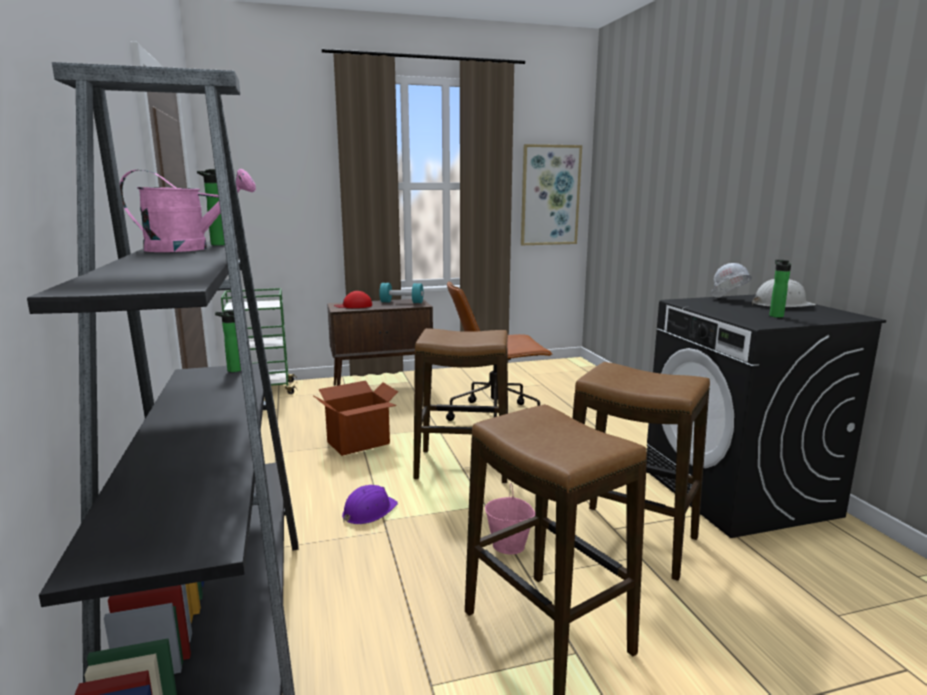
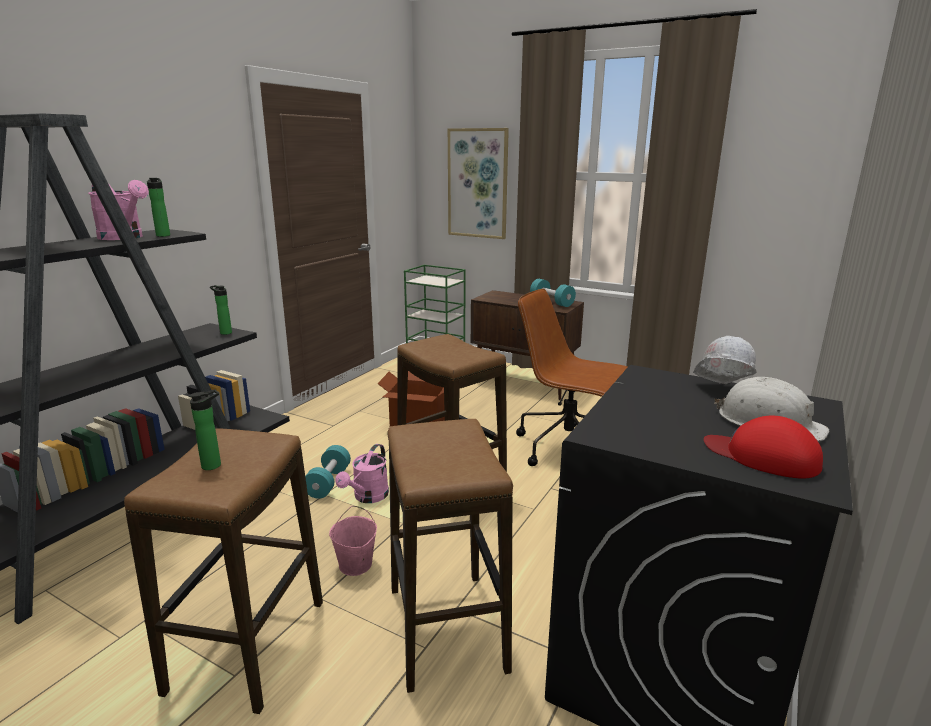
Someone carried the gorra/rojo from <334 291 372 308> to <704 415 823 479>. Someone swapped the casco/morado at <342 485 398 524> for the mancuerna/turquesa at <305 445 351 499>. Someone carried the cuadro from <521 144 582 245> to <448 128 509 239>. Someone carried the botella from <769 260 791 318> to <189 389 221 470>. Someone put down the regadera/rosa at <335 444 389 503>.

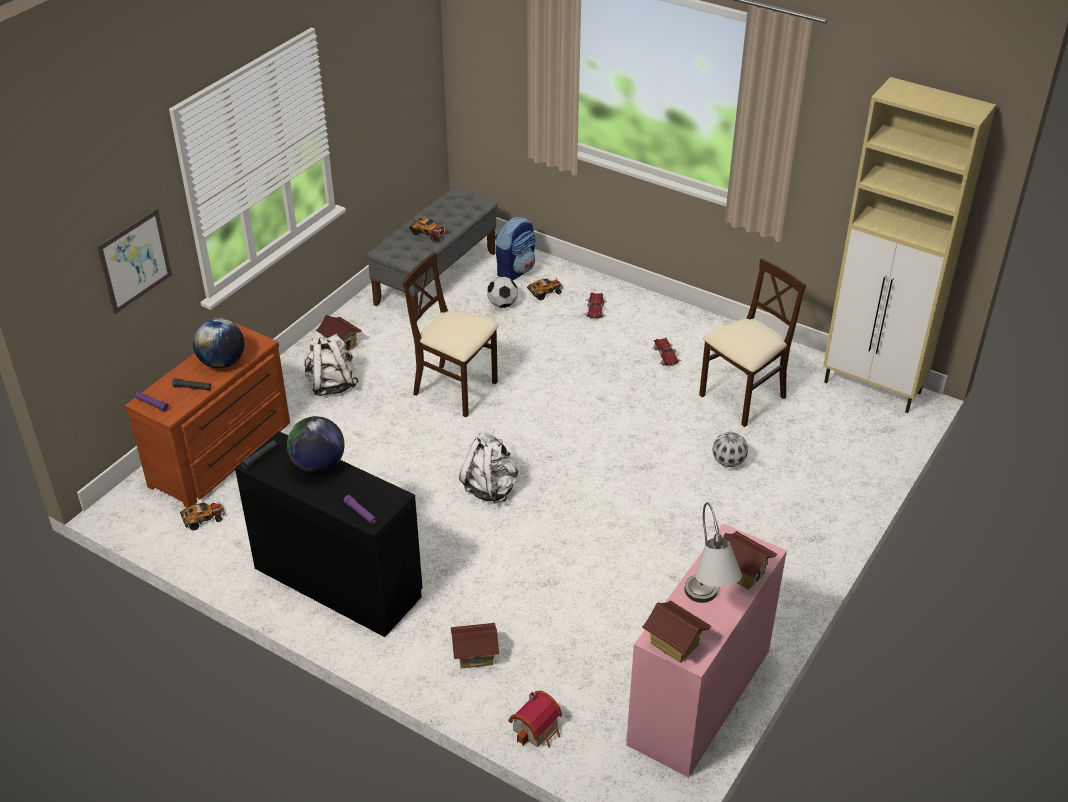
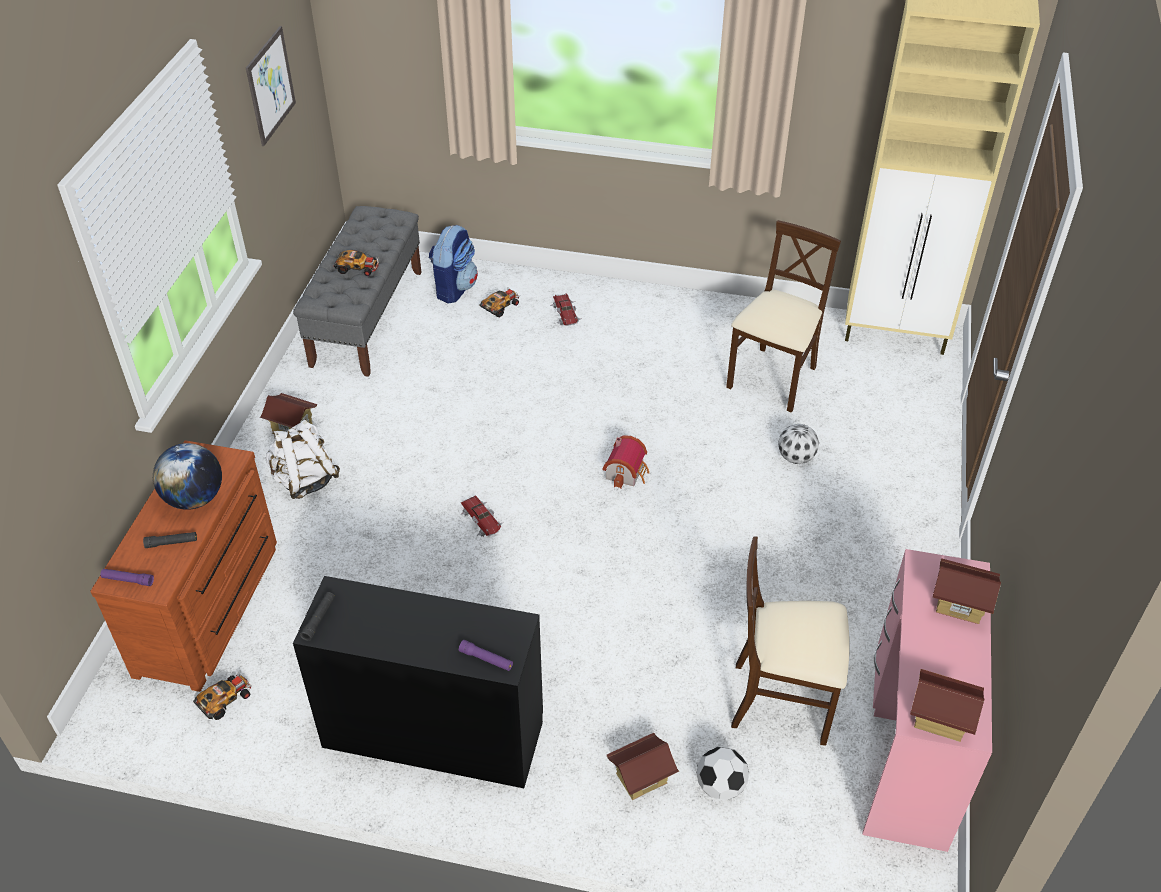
Someone carried the cuadro from <96 208 172 314> to <246 26 296 146>. Someone took away the globo terráqueo at <287 416 345 473>. Someone carried the silla/beis from <402 252 499 417> to <731 536 850 746>. Someone took away the mochila/blanco at <459 432 518 504>. Someone carried the balón de fútbol from <487 277 518 308> to <696 747 749 800>. Someone carried the casita from <508 691 562 748> to <602 435 649 489>. Someone carried the coche de juguete from <652 338 681 366> to <460 495 504 537>. Someone took away the lámpara de mesa/gris at <685 502 742 603>.

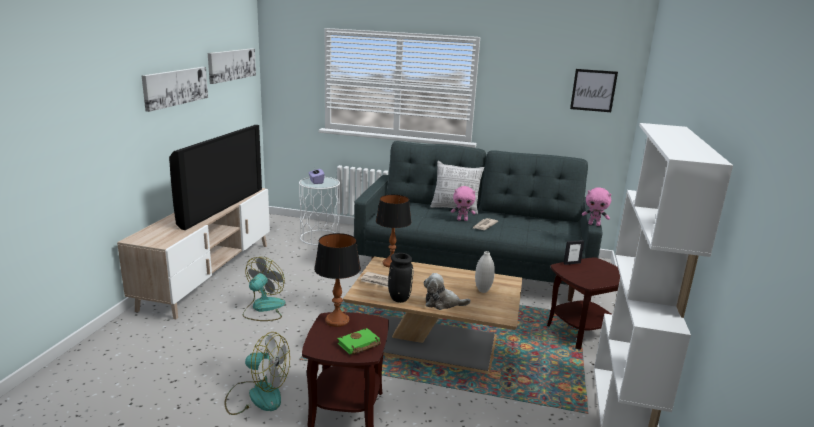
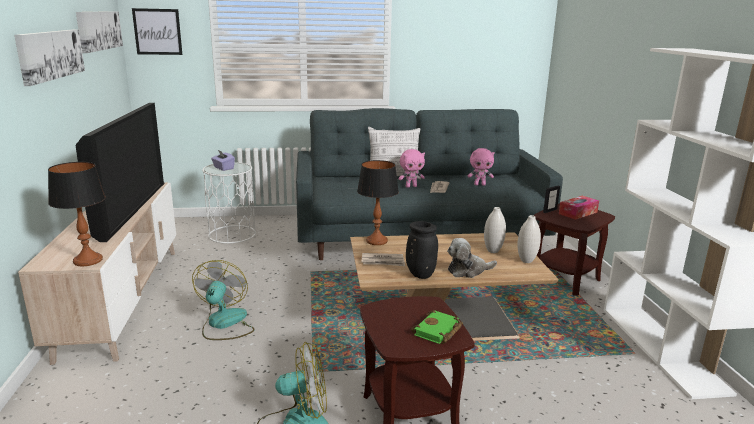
Someone carried the lámpara de mesa from <314 233 361 327> to <48 162 106 266>. Someone carried the cuadro from <570 69 618 112> to <132 8 182 55>. Someone carried the peluche/rosa from <582 187 611 226> to <467 148 495 186>. Someone put down the florero/blanco at <517 215 541 263>. Someone put down the caja de pañuelos at <559 196 599 220>.

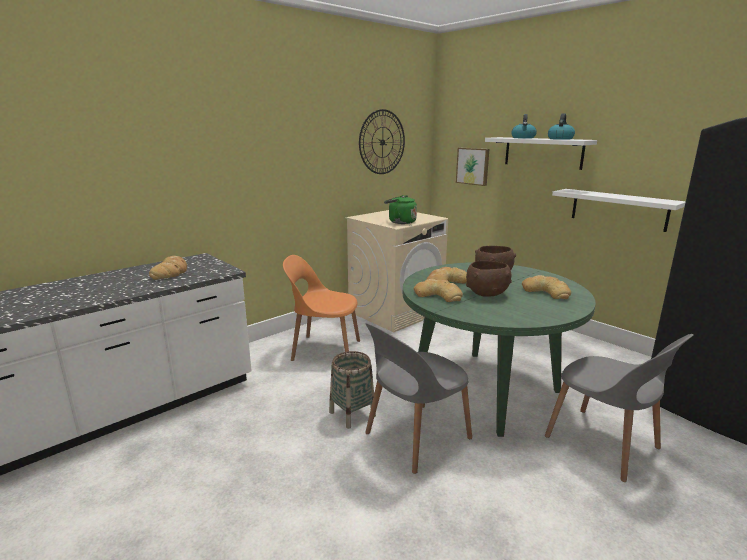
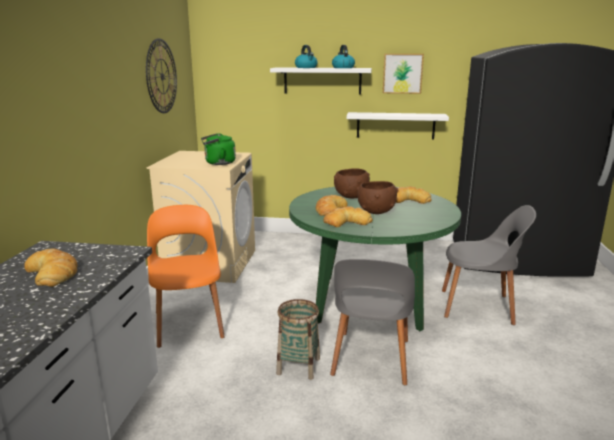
Someone rotated the silla/naranja at <283 255 360 361> by 105 degrees clockwise. Someone carried the cuadro from <456 148 489 186> to <383 54 424 94>.

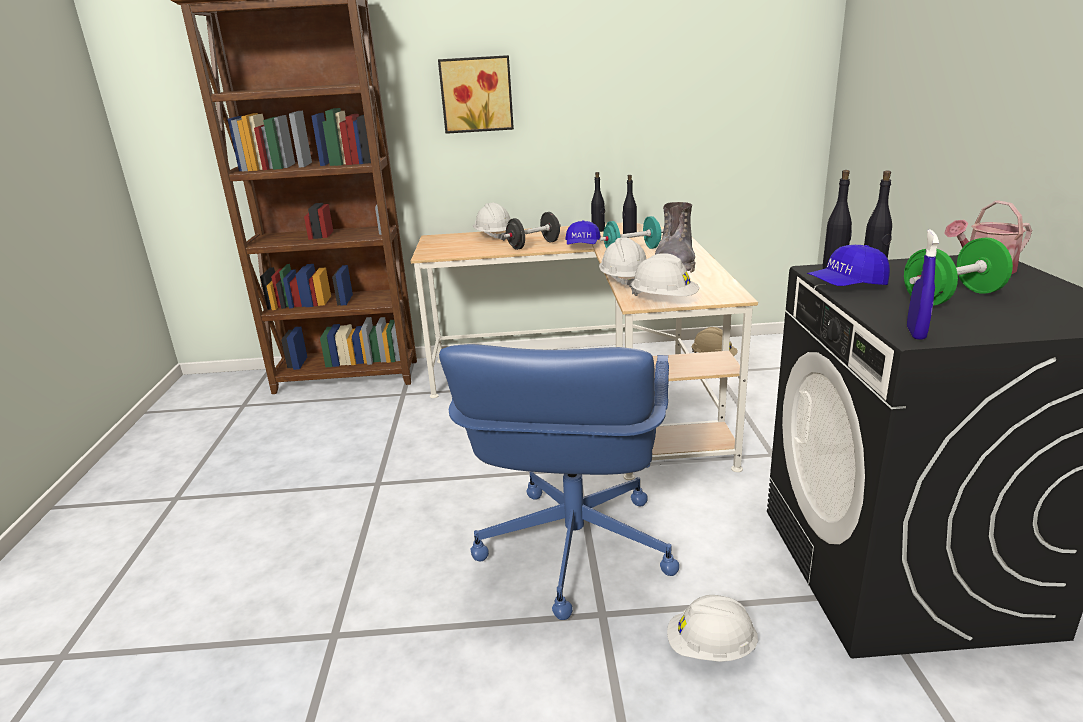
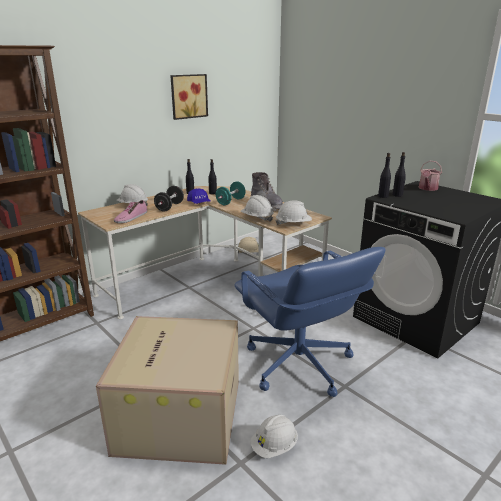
Someone carried the cuadro from <438 55 514 134> to <170 74 208 120>. Someone carried the casco/blanco from <667 595 758 662> to <250 415 298 458>. Someone took away the gorra/azul at <807 245 890 286>. Someone took away the mancuerna/verde at <904 237 1013 306>. Someone took away the pulverizador/azul at <907 230 939 340>. Someone put down the caja de cartón at <96 316 239 465>. Someone put down the zapato at <114 200 147 223>.

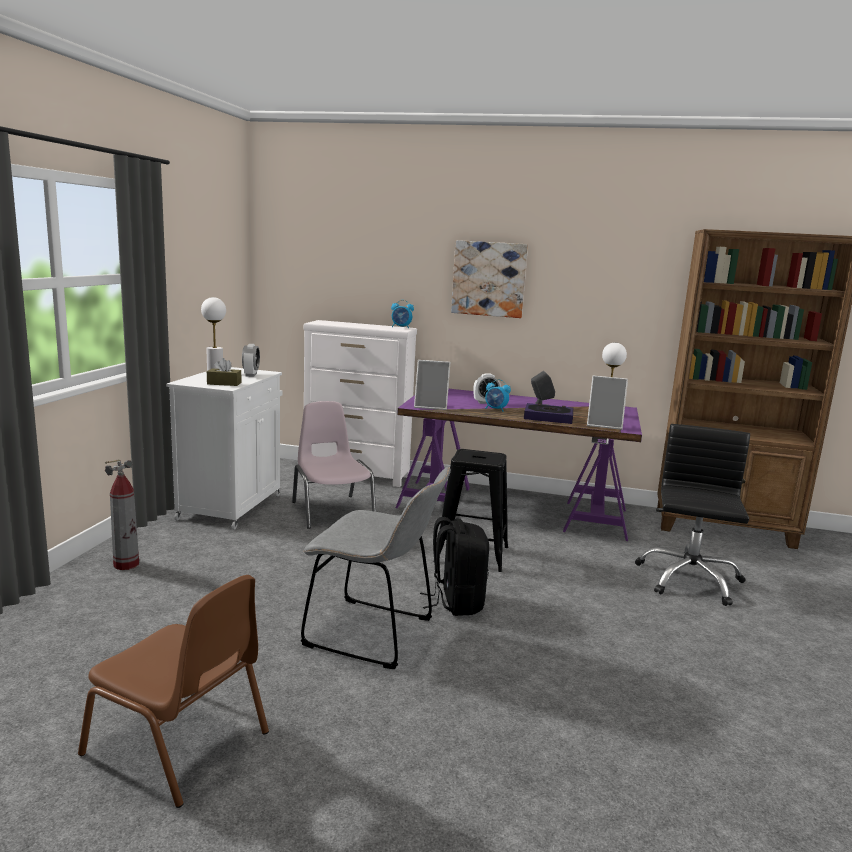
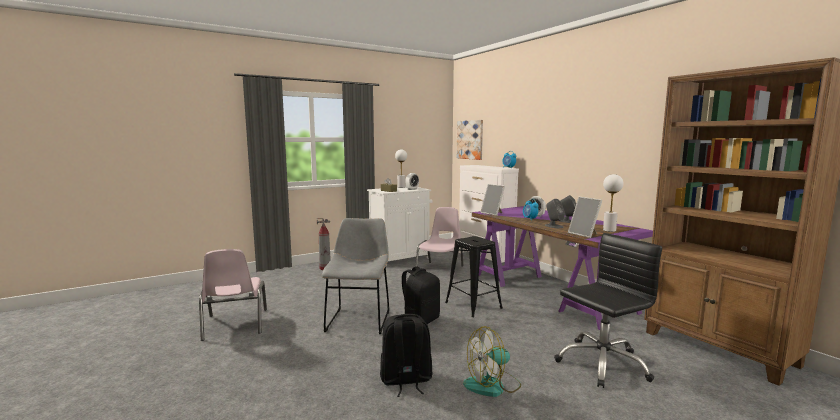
Someone repainted the silla/marrón at <78 575 269 808>, which became the silla/rosa at <199 249 267 341>. Someone rotated the silla/gris at <300 467 451 669> by 150 degrees counterclockwise. Someone carried the cuadro from <451 240 528 318> to <457 120 483 160>. Someone swapped the libro at <524 403 573 424> for the altavoz/gris at <545 199 565 228>. Someone put down the mochila/negro at <380 314 432 397>. Someone put down the ventilador at <463 326 521 397>.

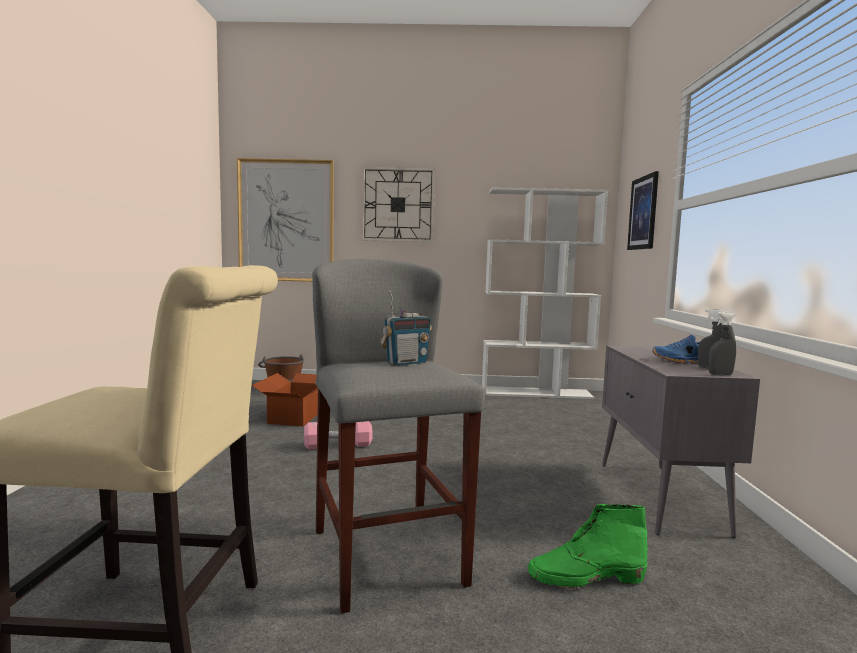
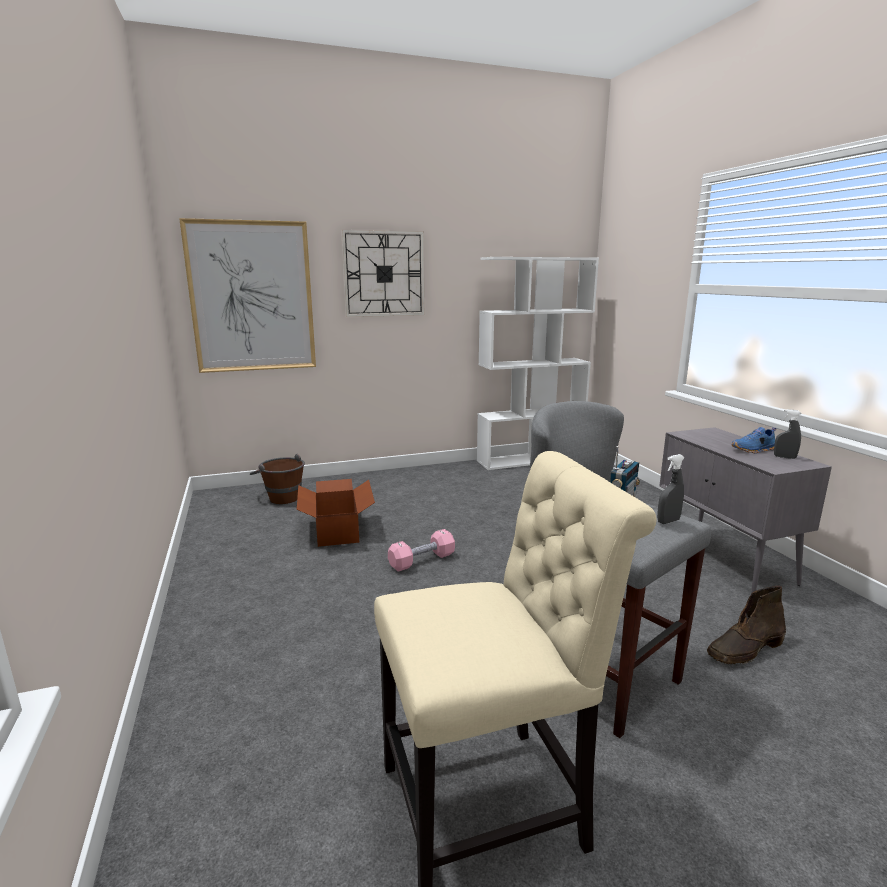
Someone repainted the bota/verde at <528 504 647 589>, which became the bota/marrón at <707 586 786 664>. Someone took away the cuadro at <627 171 659 250>. Someone carried the pulverizador/gris from <709 312 736 375> to <657 454 685 524>.

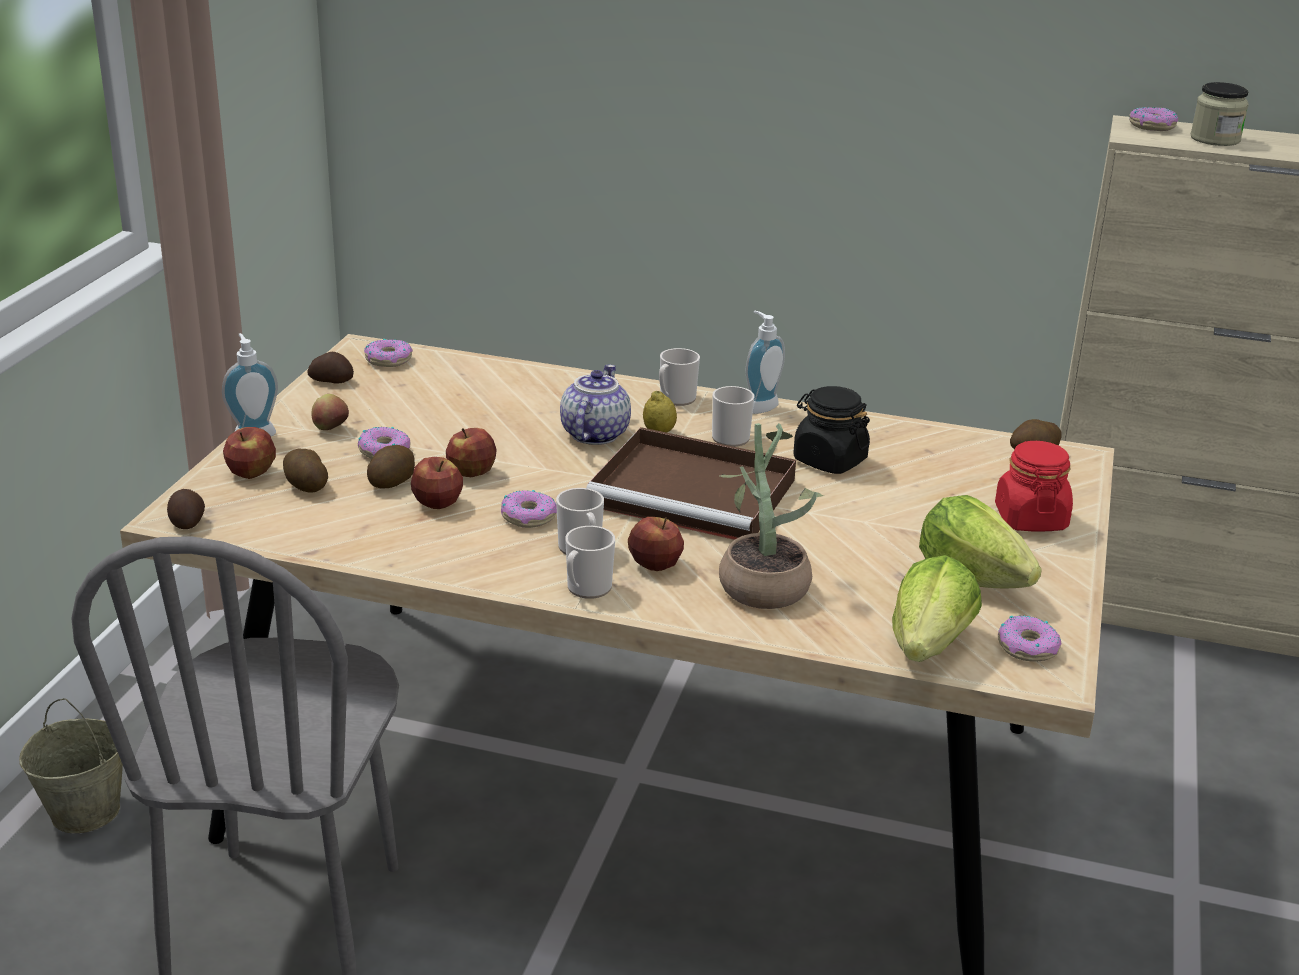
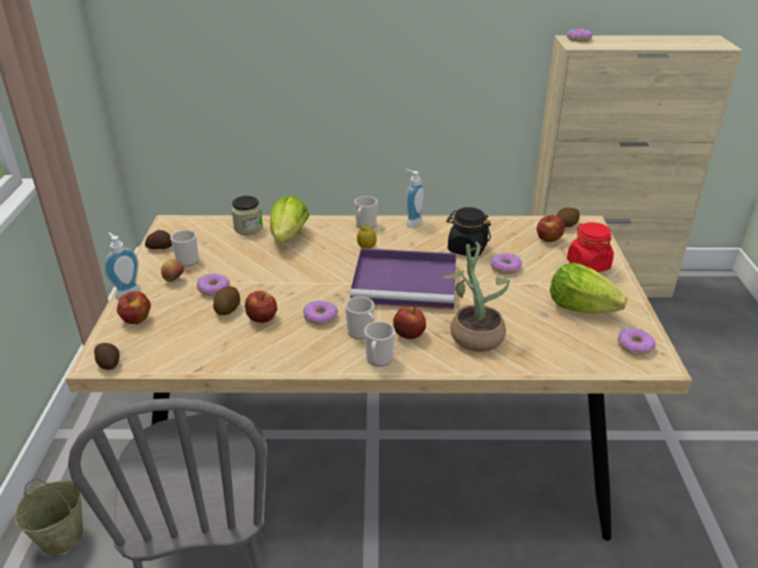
Someone took away the patata at <283 449 328 493>. Someone carried the rosquilla from <364 339 413 367> to <490 253 522 274>. Someone carried the manzana from <446 428 497 477> to <537 215 565 242>. Someone took away the tetera at <560 364 631 445>. Someone repainted the bandeja/marrón at <586 427 796 540>, which became the bandeja/morado at <350 248 456 310>. Someone carried the taza grande from <712 386 754 447> to <171 230 199 266>. Someone carried the lechuga from <892 555 982 662> to <270 195 309 243>. Someone carried the tarro from <1191 82 1249 146> to <231 196 263 235>.

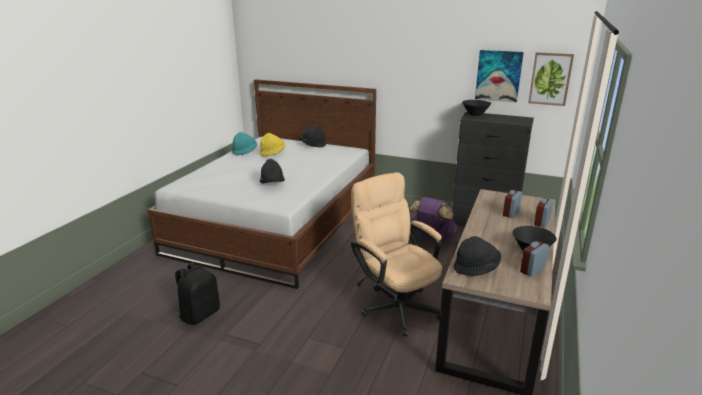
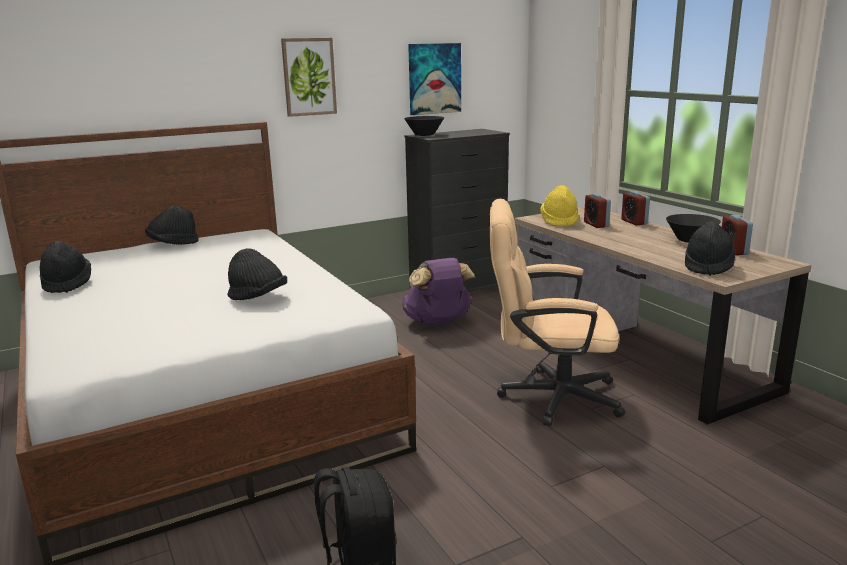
Someone repainted the sombrero/turquesa at <232 132 257 155>, which became the sombrero/negro at <40 241 91 293>. Someone carried the sombrero/amarillo from <260 133 285 156> to <540 185 579 227>. Someone carried the cuadro from <528 52 574 106> to <281 38 337 117>.

